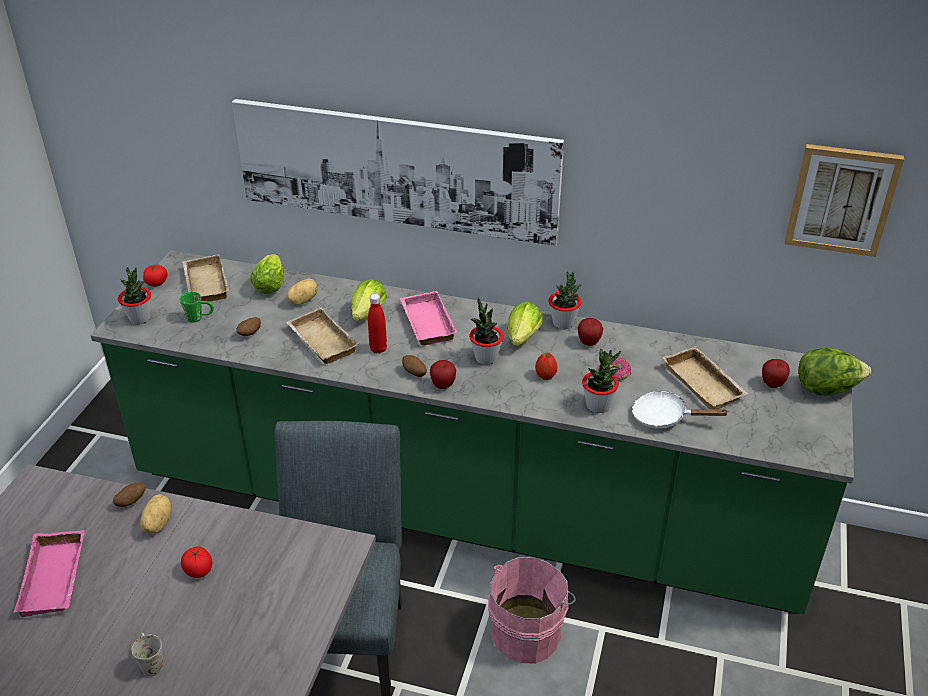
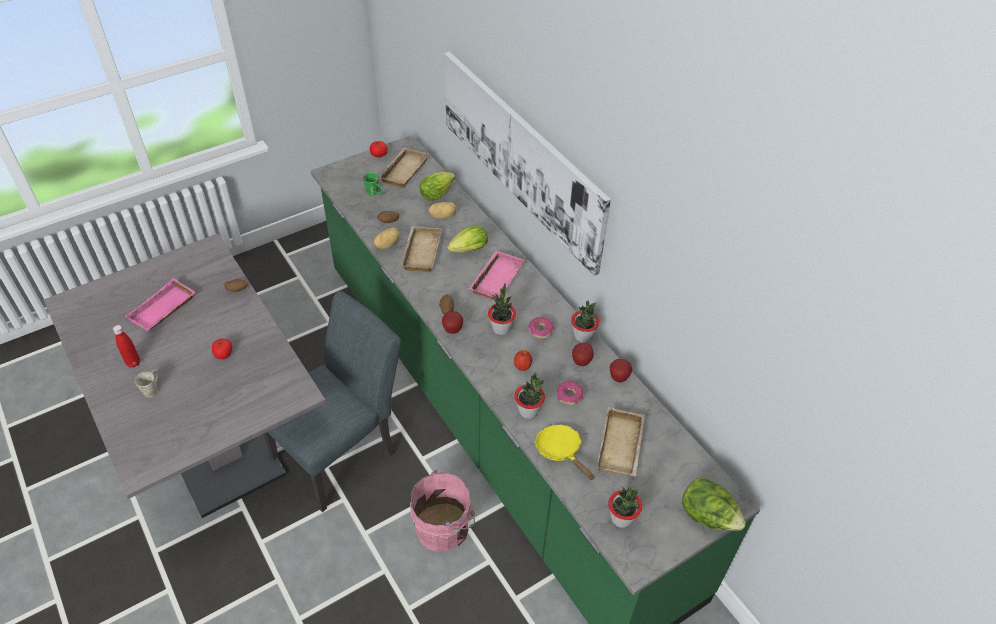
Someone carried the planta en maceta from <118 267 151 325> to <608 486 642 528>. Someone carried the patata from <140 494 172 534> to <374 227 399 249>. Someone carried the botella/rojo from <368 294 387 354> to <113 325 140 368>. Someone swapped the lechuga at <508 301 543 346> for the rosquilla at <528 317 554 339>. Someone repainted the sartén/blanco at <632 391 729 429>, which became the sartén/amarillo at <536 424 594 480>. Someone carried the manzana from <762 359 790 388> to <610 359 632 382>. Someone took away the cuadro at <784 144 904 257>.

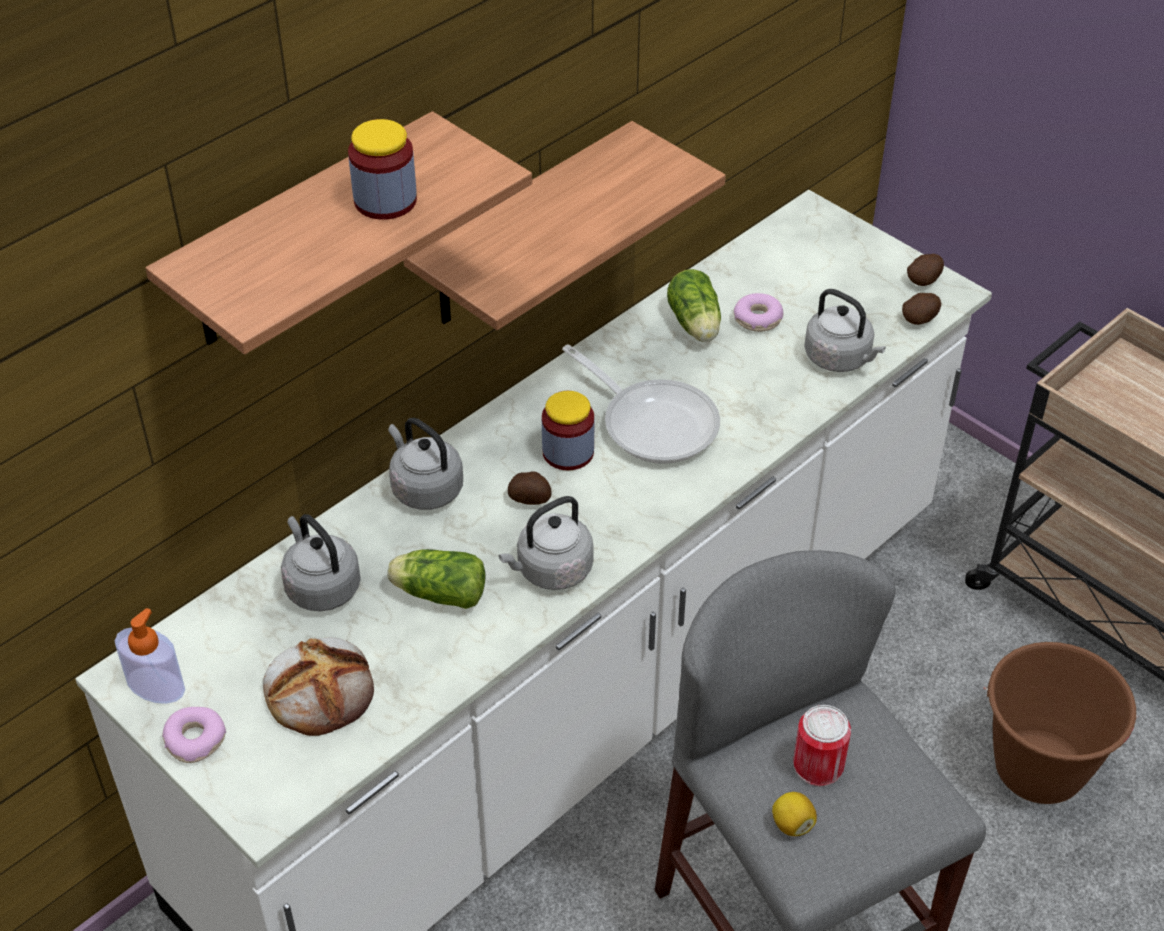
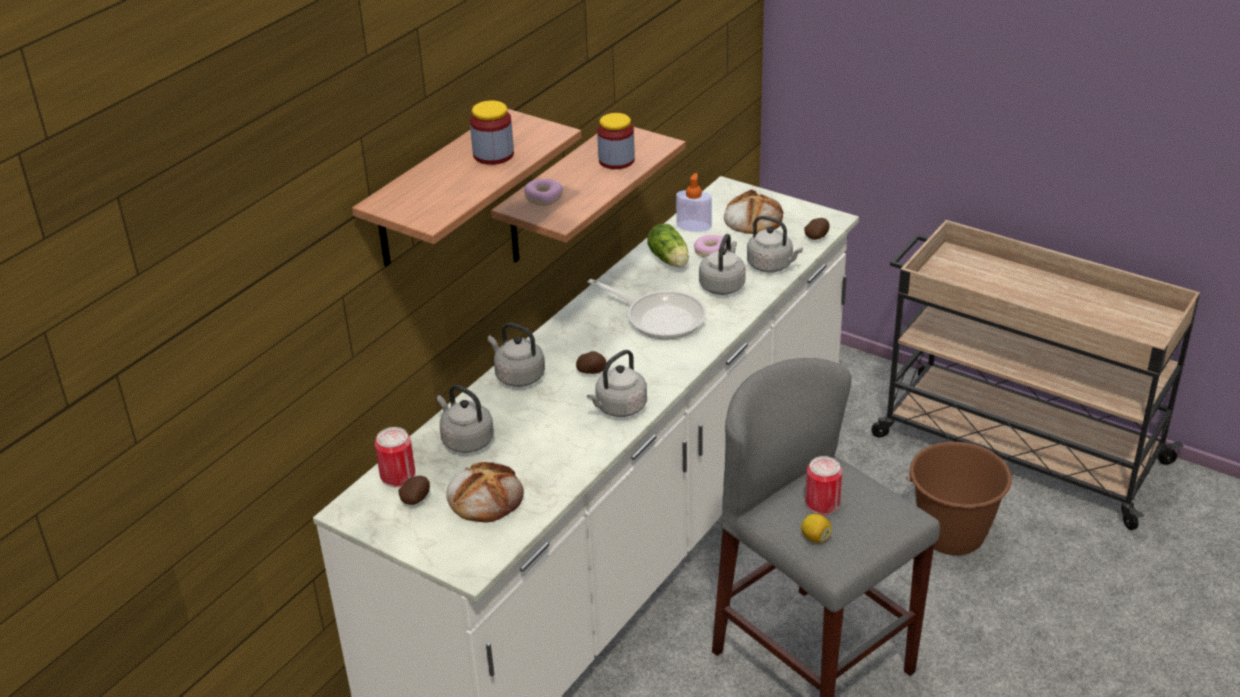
Someone carried the dispensador de jabón from <115 608 185 704> to <676 173 712 232>. Someone carried the rosquilla from <162 707 226 763> to <524 179 563 206>. Someone took away the lechuga at <387 549 485 609>. Someone carried the tarro from <542 391 594 471> to <597 113 635 169>. Someone carried the patata from <907 254 944 286> to <399 476 430 505>. Someone put down the lata at <375 427 415 487>. Someone put down the hervidor/gris at <699 234 746 295>. Someone put down the pan at <724 189 783 234>.

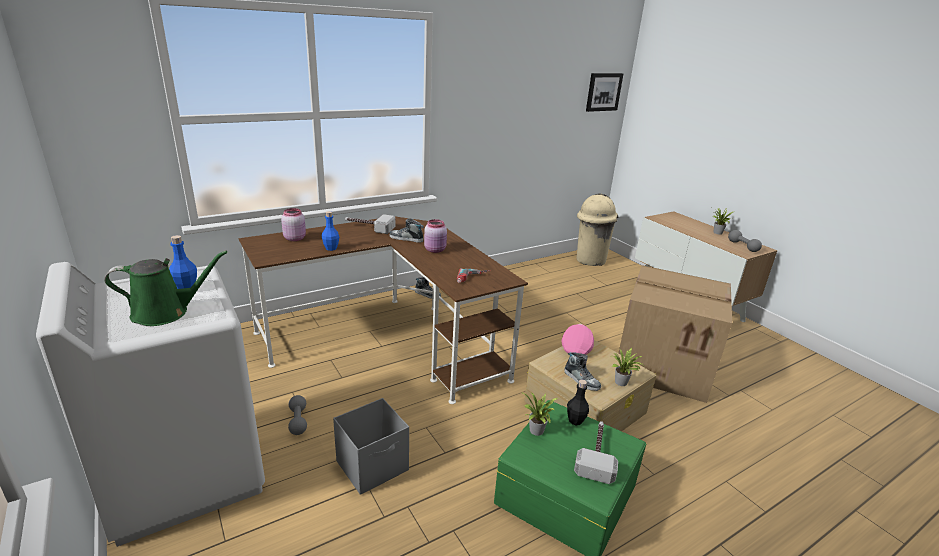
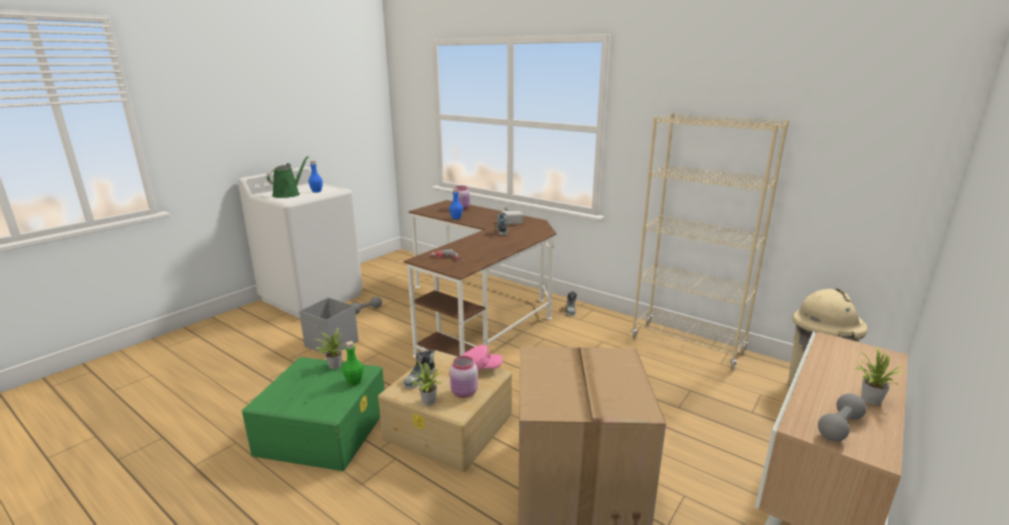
Someone rotated the regadera/verde at <104 251 228 326> by 120 degrees counterclockwise. Someone carried the tarro/rosa from <424 219 447 253> to <450 356 478 398>. Someone repainted the botella/negro at <567 379 589 425>, which became the botella/verde at <342 341 364 386>. Someone took away the martillo at <574 421 618 484>. Someone took away the cuadro at <586 73 623 112>. Someone put down the estantería/beis at <631 113 789 370>.

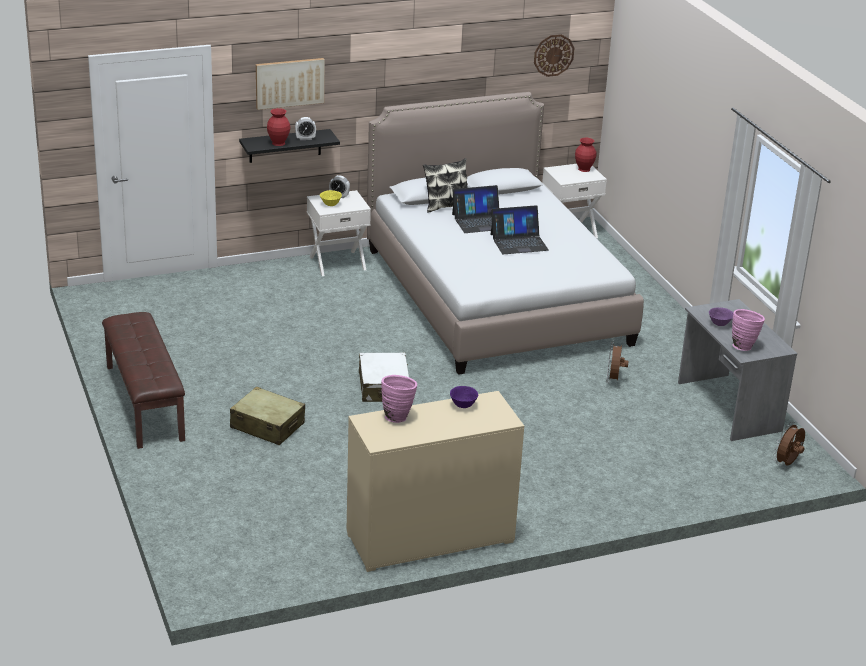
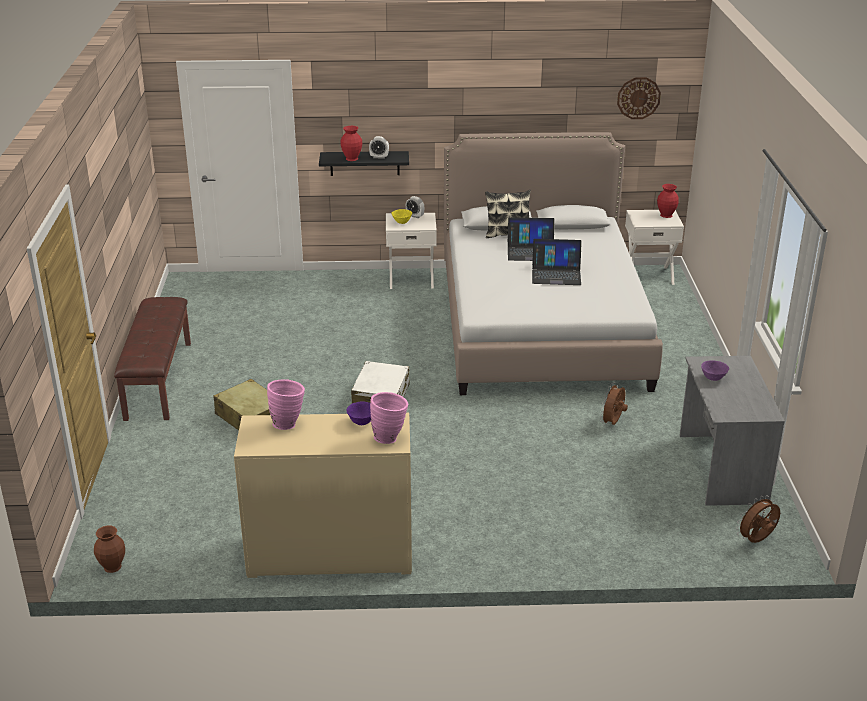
Someone took away the cuadro at <256 58 325 110>. Someone carried the florero/rosa from <732 309 765 351> to <370 392 408 444>. Someone put down the florero/marrón at <94 526 125 573>.

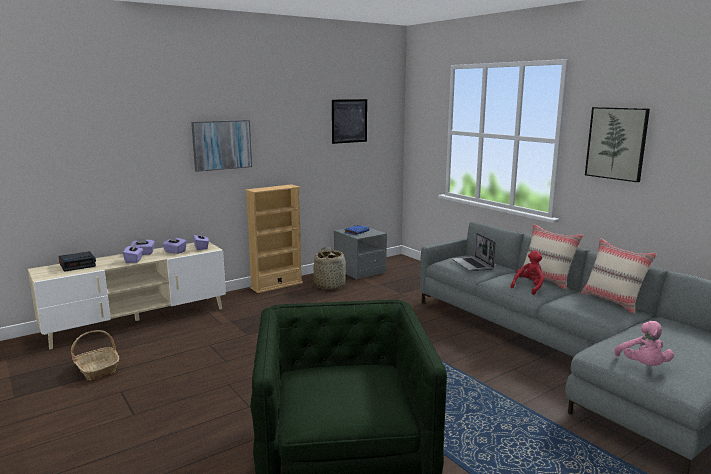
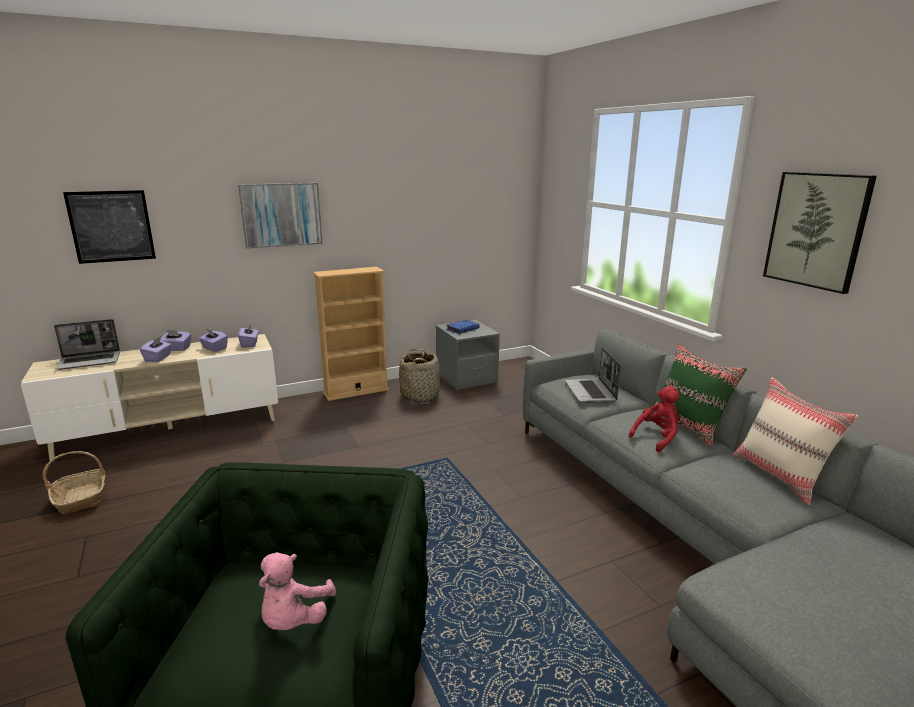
Someone swapped the despertador at <58 251 96 271> for the portátil at <54 319 120 370>. Someone carried the cuadro from <332 99 367 144> to <63 190 156 264>. Someone repainted the cojín/beis at <522 224 584 289>, which became the cojín/verde at <652 343 747 447>. Someone carried the peluche/rosa from <614 321 674 366> to <259 552 336 630>.

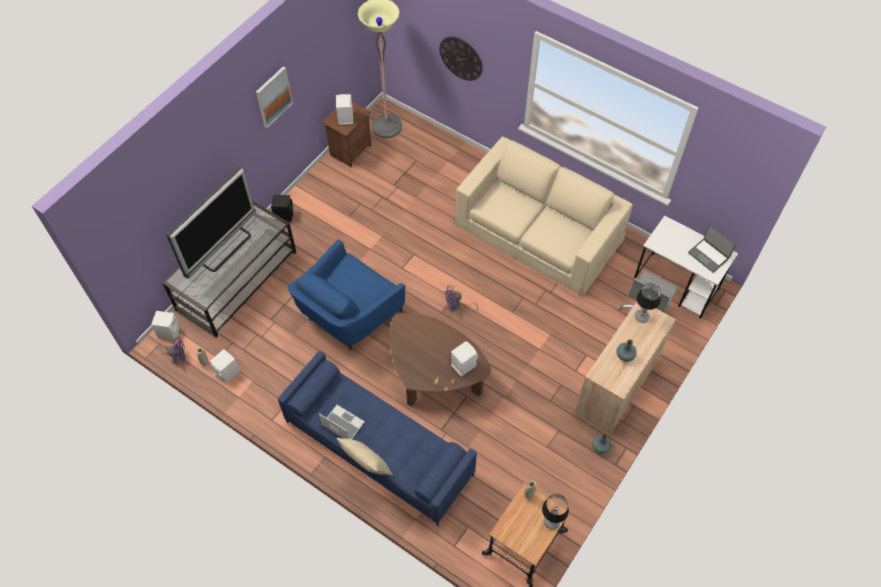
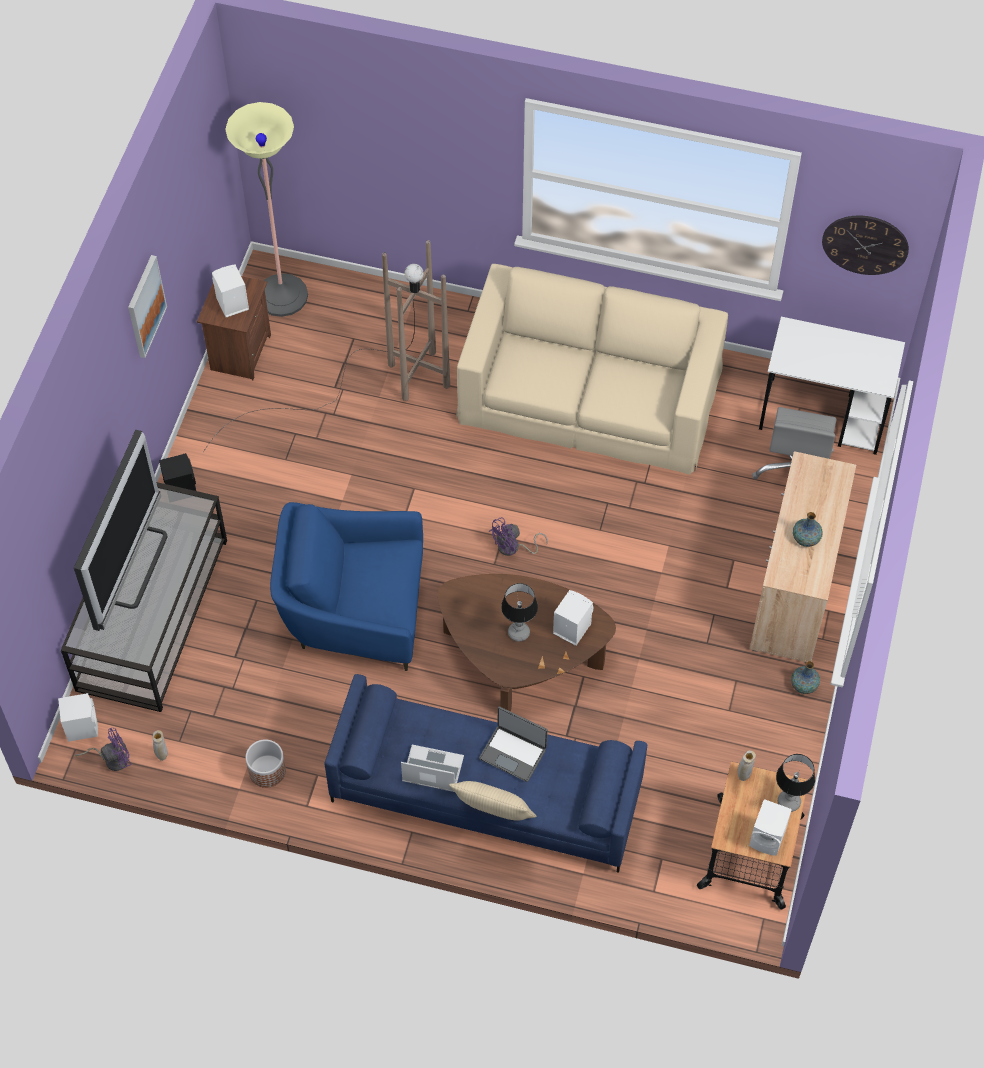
Someone carried the altavoz/blanco from <210 349 240 383> to <749 799 792 856>. Someone rotated the sillón/azul at <288 240 405 350> by 75 degrees clockwise. Someone carried the reloj de pared from <439 36 483 81> to <822 216 909 275>. Someone carried the lámpara de mesa from <635 283 661 323> to <501 583 538 642>. Someone carried the portátil from <688 224 736 273> to <479 706 548 782>. Someone put down the lámpara de pie/marrón at <203 240 450 452>. Someone put down the maceta at <245 740 286 788>.

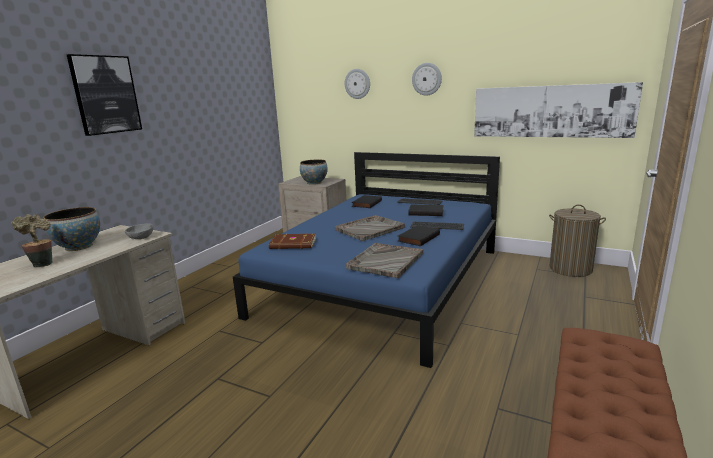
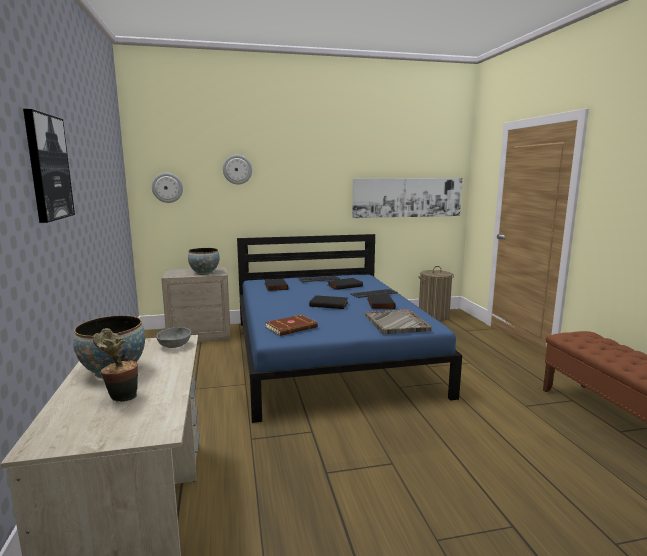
Someone swapped the bandeja/gris at <335 215 405 241> for the libro/negro at <309 295 348 309>. Someone carried the reloj de pared from <412 63 442 96> to <152 173 183 203>.

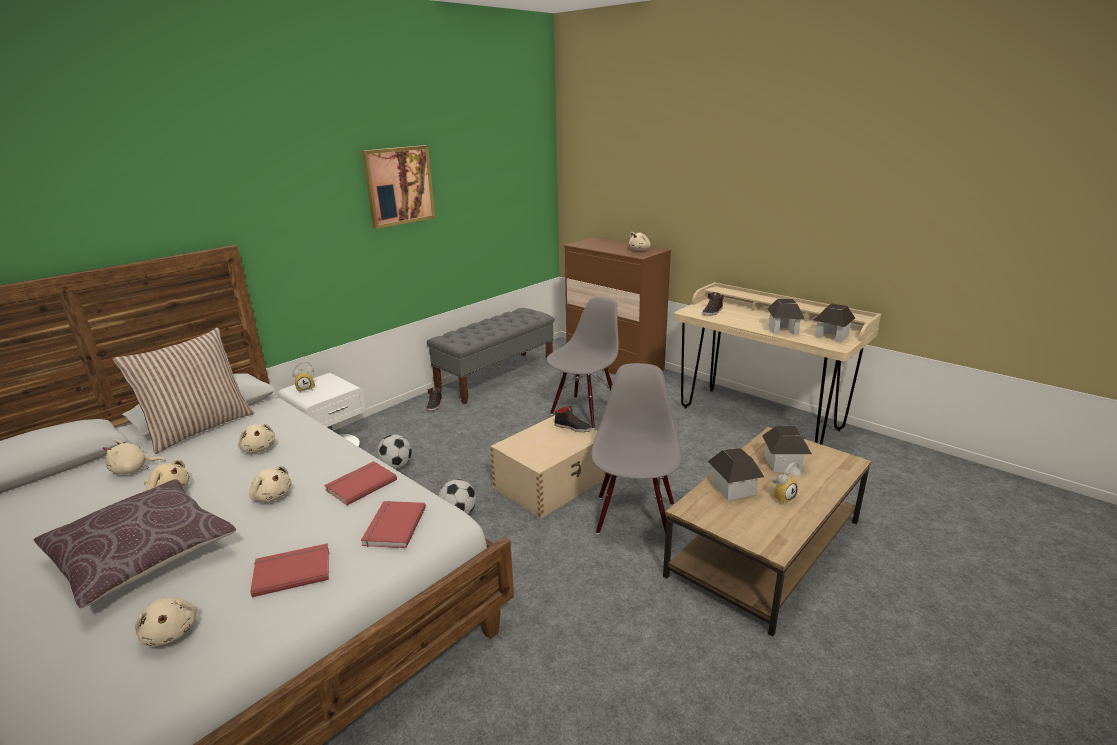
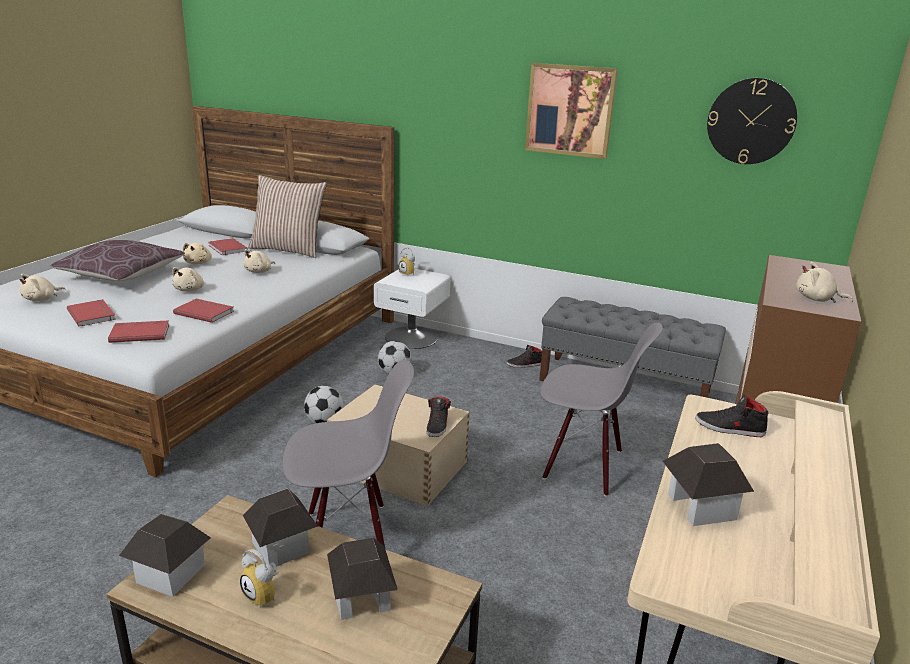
Someone swapped the peluche/beis at <103 439 166 474> for the libro/rojo at <208 238 248 255>. Someone carried the casita from <814 303 855 343> to <119 514 211 597>. Someone put up the reloj de pared at <707 78 797 164>.

